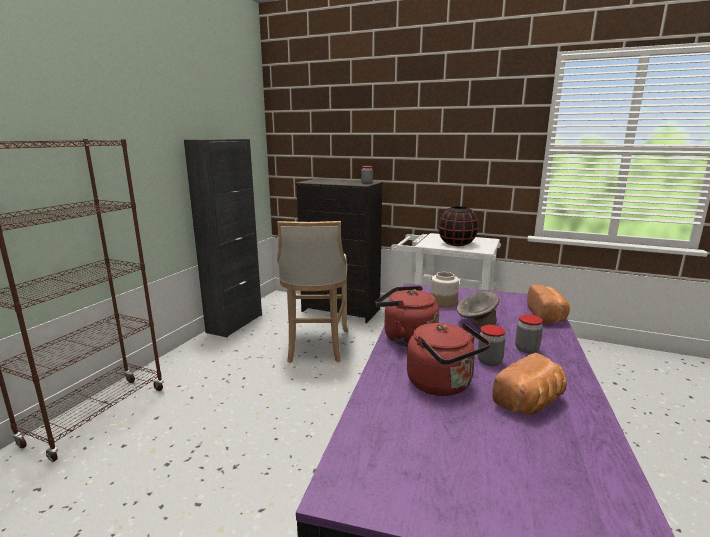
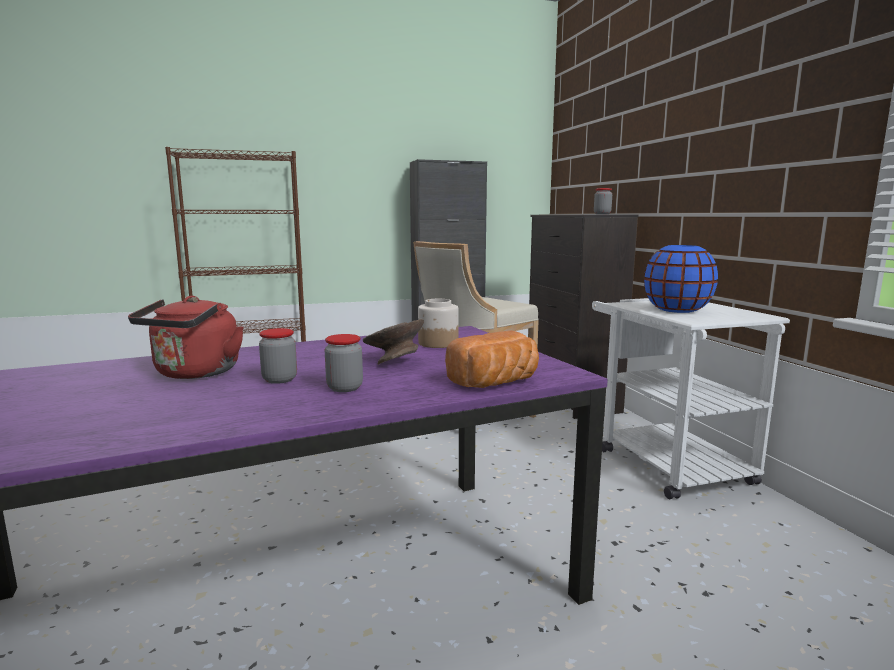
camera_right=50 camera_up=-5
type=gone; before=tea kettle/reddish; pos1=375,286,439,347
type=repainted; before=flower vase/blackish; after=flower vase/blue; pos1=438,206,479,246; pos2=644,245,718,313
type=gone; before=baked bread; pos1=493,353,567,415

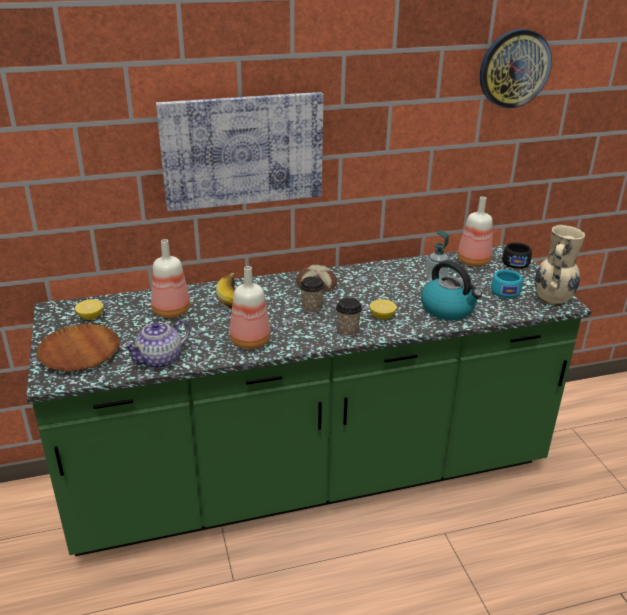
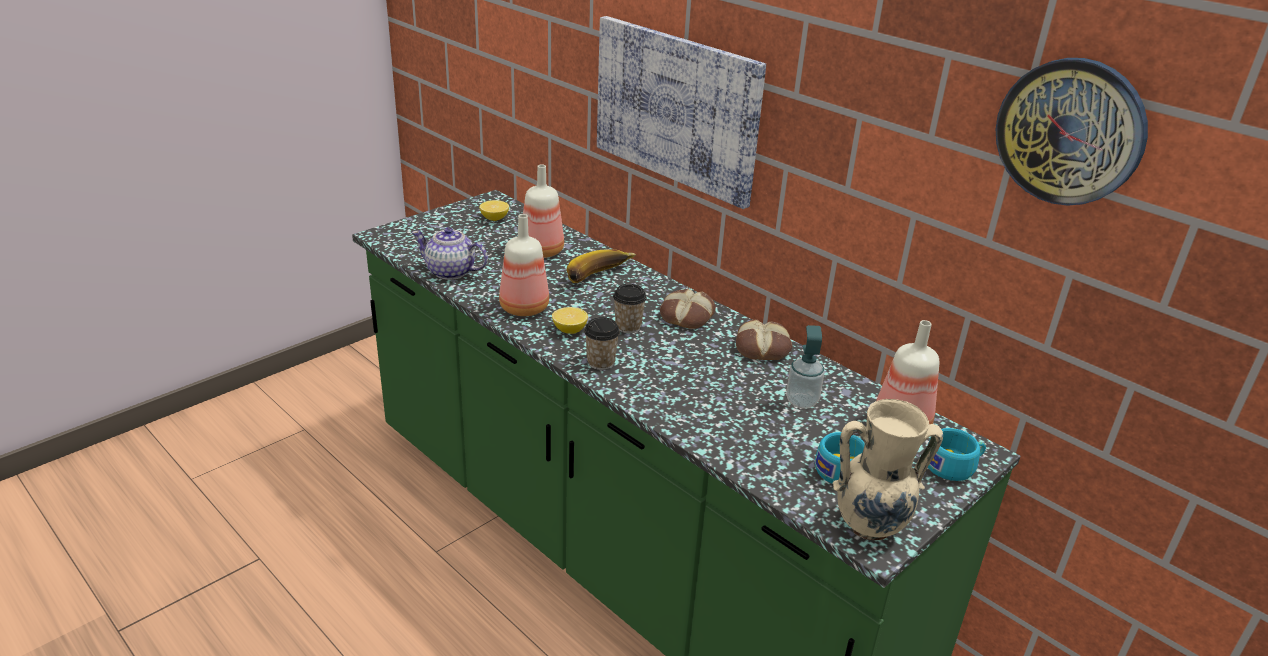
camera_right=60 camera_up=0
type=gone; before=flat dish/brownish; pos1=37,324,120,372
type=shifted; before=lemon; pos1=370,299,397,319; pos2=552,307,588,334
type=gone; before=tea kettle; pos1=421,260,482,320
type=repainted; before=small cup/blackish; after=small cup/blue-green; pos1=502,242,532,269; pos2=928,428,986,481
type=new; after=baked bread; pos2=736,319,792,360

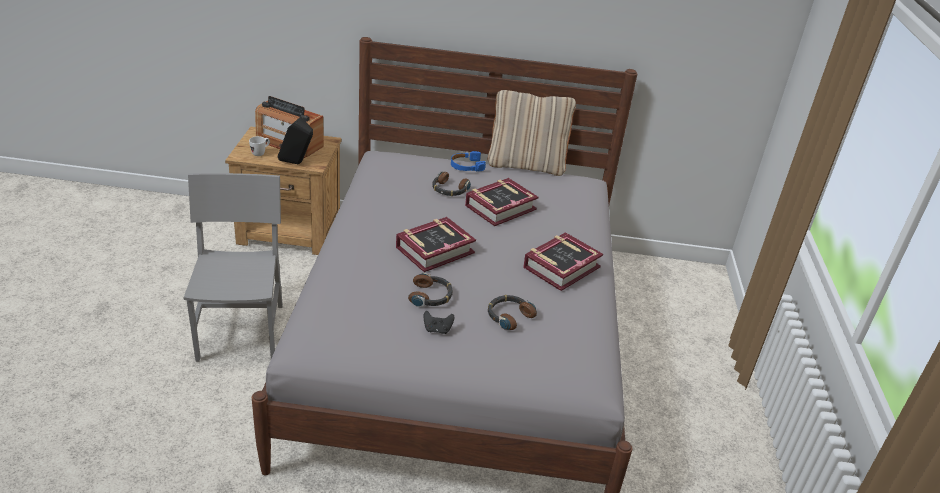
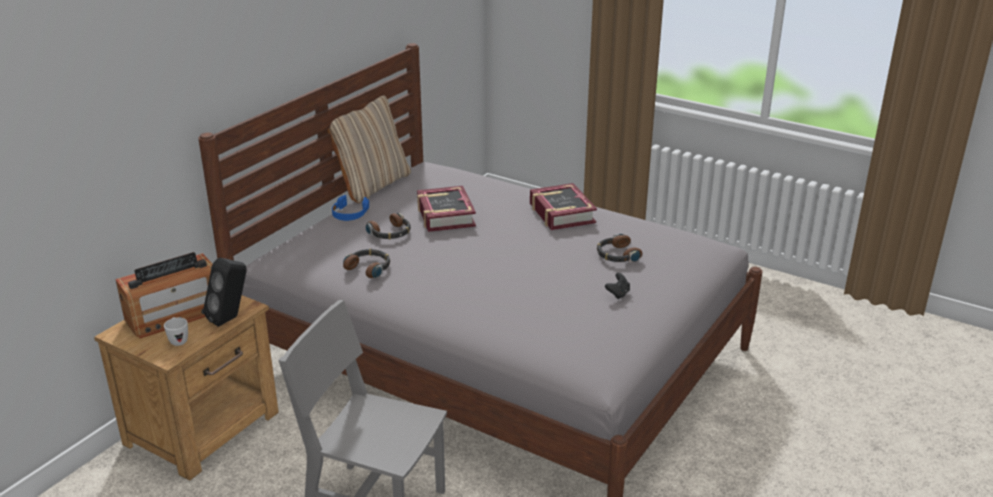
camera_right=-60 camera_up=-5
type=gone; before=book; pos1=396,217,476,272
type=shifted; before=headphones; pos1=408,273,453,307; pos2=343,249,390,278

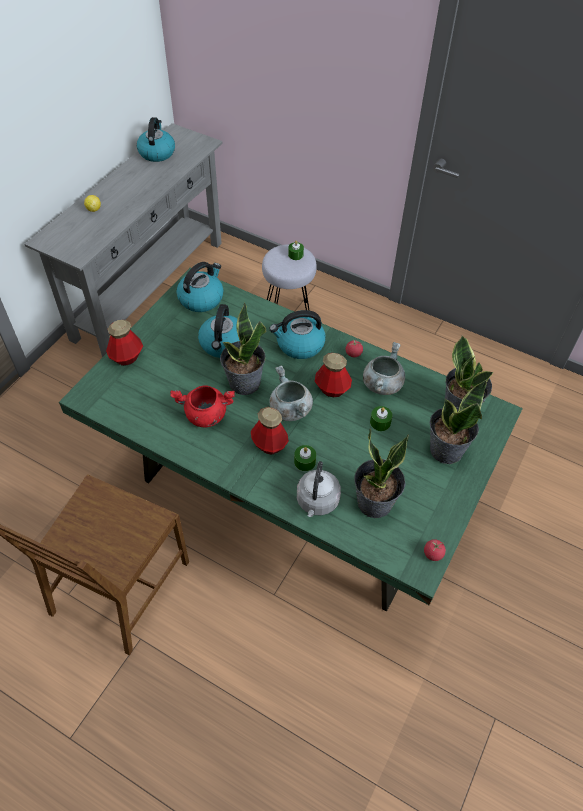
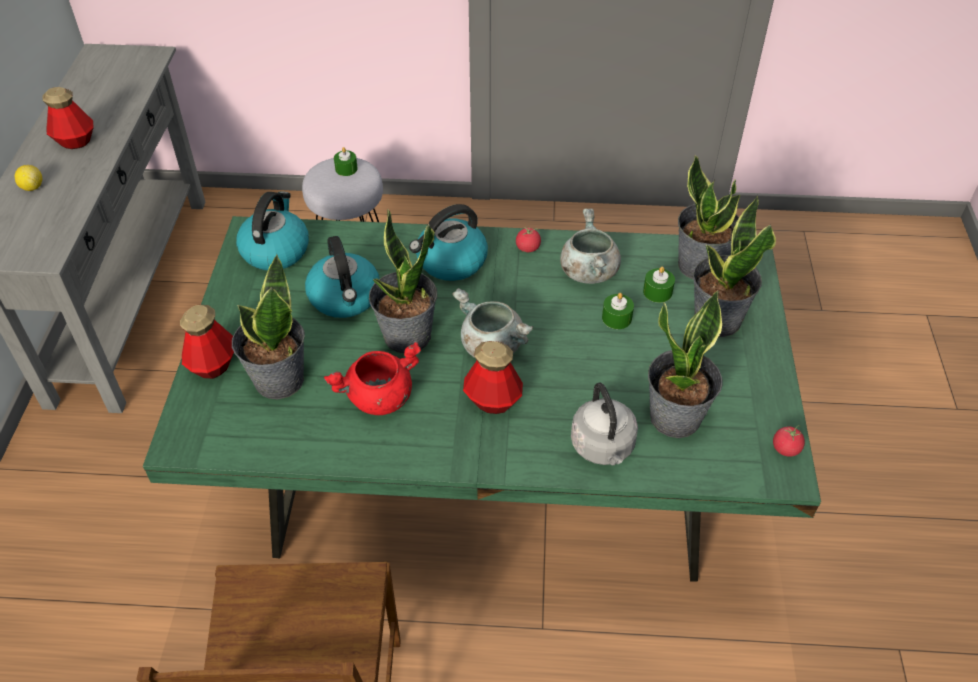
camera_right=-25 camera_up=-5
type=gone; before=tea kettle; pos1=137,117,175,162
type=shifted; before=wax candle/green; pos1=294,445,316,471; pos2=643,267,675,303
type=shifted; before=drink bottle; pos1=315,353,352,397; pos2=42,87,94,149
type=new; after=plant in a pot; pos2=232,254,305,399

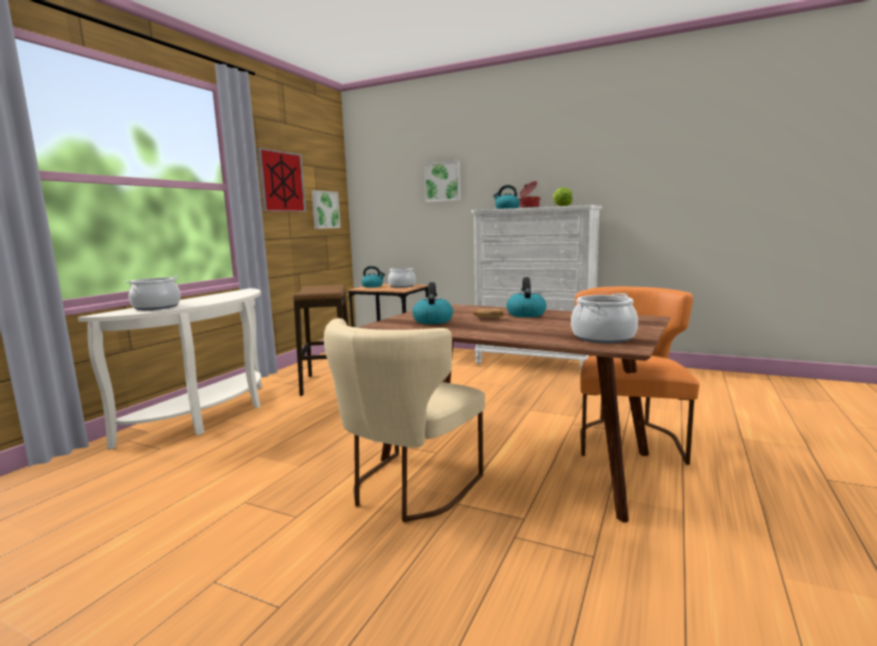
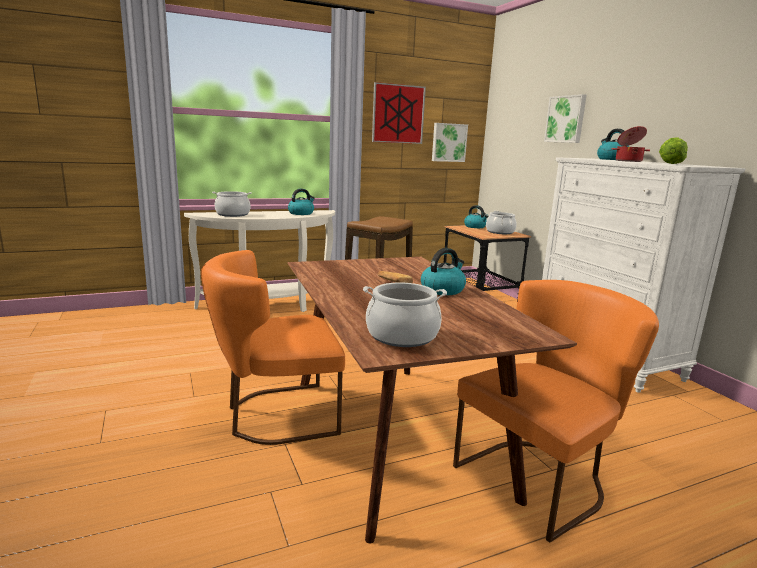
camera_right=40 camera_up=5
type=repainted; before=chair/beige; after=chair/orange; pos1=324,318,485,522; pos2=201,250,345,445
type=shifted; before=tea kettle; pos1=412,282,453,324; pos2=288,189,315,215

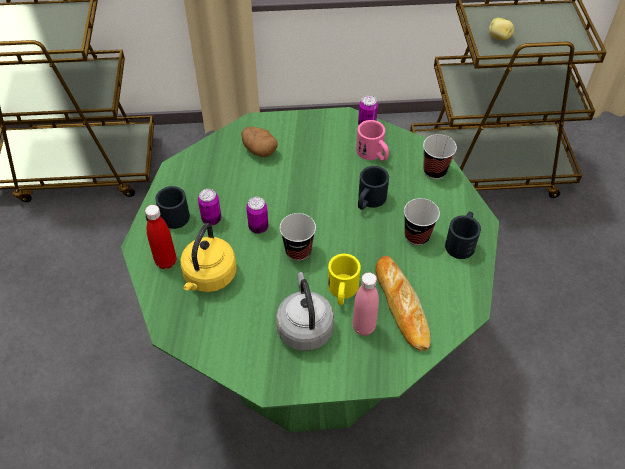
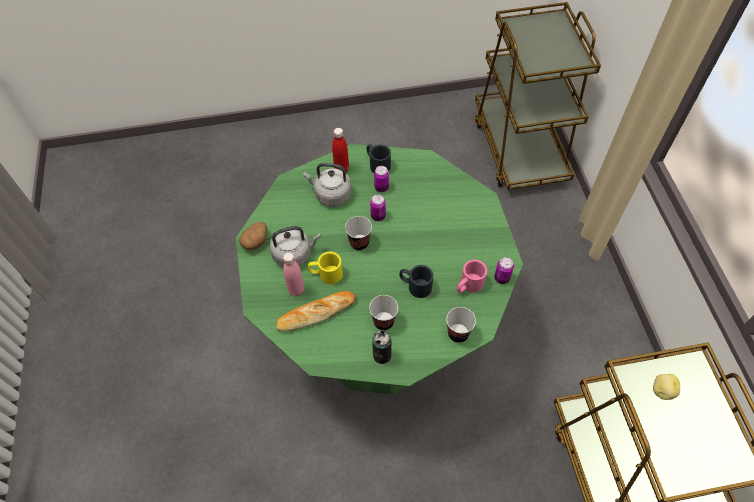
camera_right=85 camera_up=5
type=repainted; before=tea kettle/yellowish; after=tea kettle/greyish; pos1=180,223,237,292; pos2=303,163,352,206
type=shifted; before=whole potato; pos1=241,127,278,157; pos2=239,221,267,250
type=swapped; before=coffee mug/blackish; after=metal can; pos1=445,212,481,259; pos2=372,331,392,364

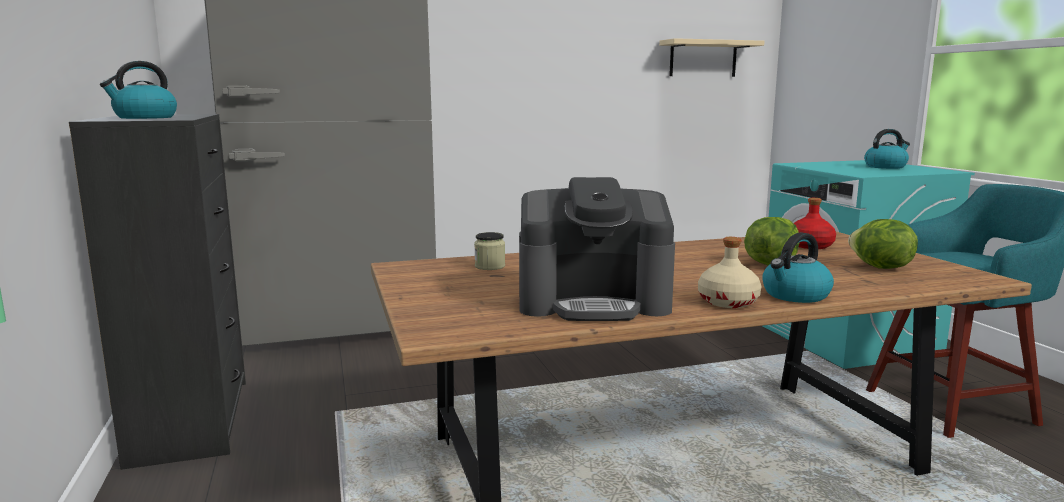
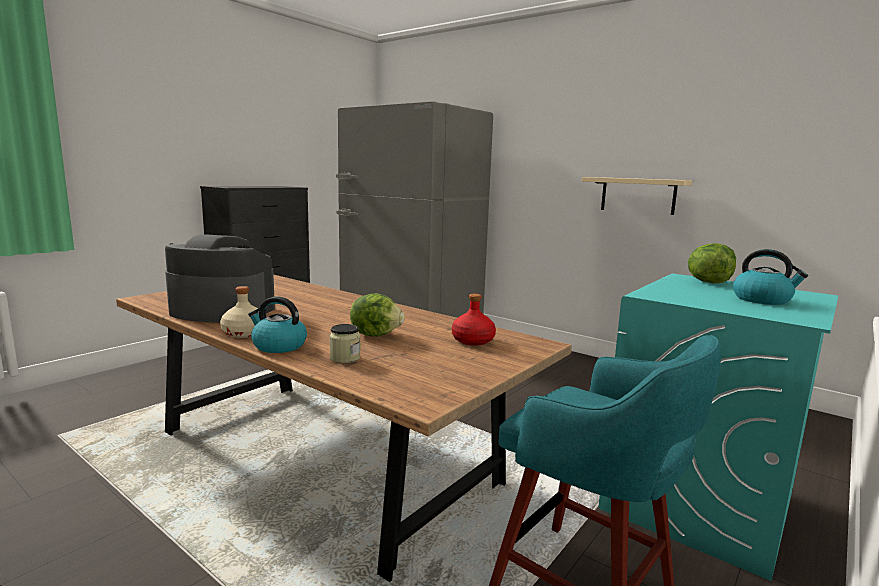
camera_right=55 camera_up=0
type=gone; before=tea kettle; pos1=100,61,177,119
type=shifted; before=storage jar; pos1=474,232,505,270; pos2=329,324,360,363
type=rotated; before=coffee machine; pos1=519,177,675,321; pos2=165,234,275,323; turn=135
type=shifted; before=wall shelf/beige; pos1=659,38,765,77; pos2=582,177,692,215
type=shifted; before=lettuce head; pos1=848,219,918,269; pos2=688,243,736,284

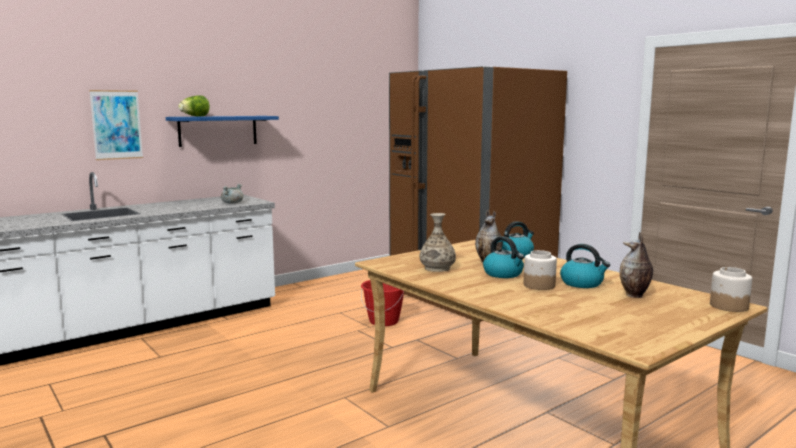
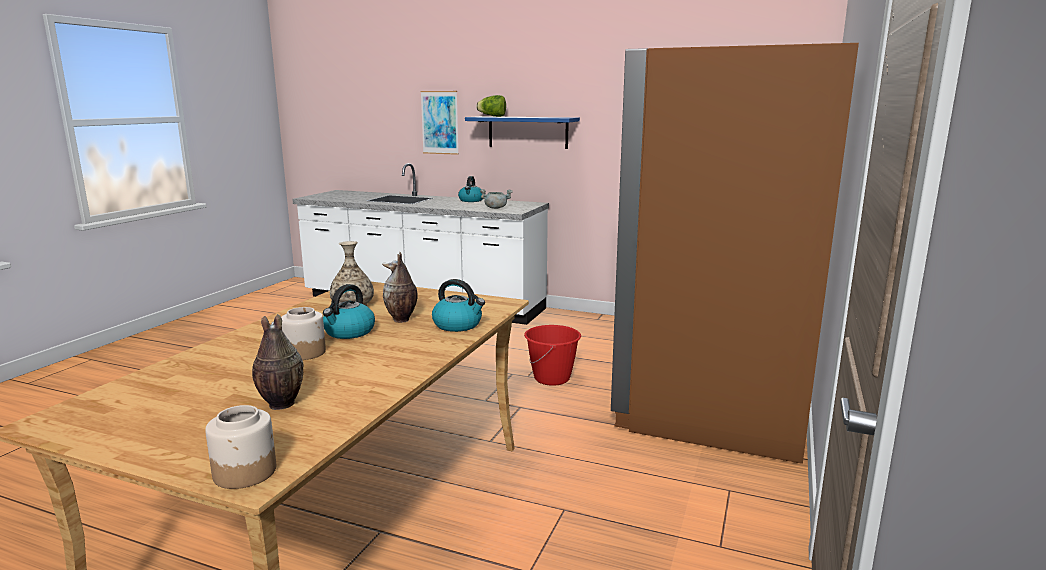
camera_right=60 camera_up=5
type=shifted; before=tea kettle; pos1=560,244,610,288; pos2=458,176,483,202

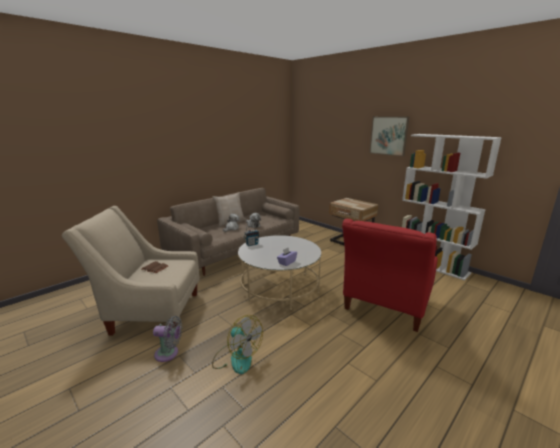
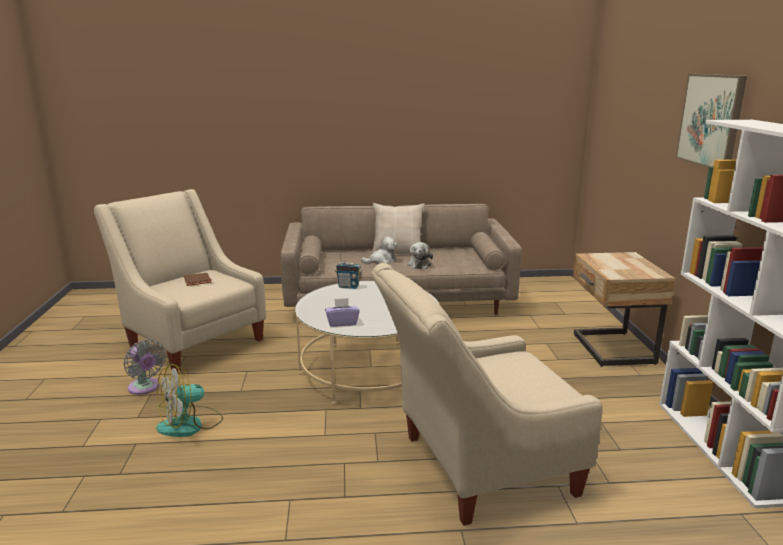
camera_right=40 camera_up=0
type=rotated; before=cooling fan; pos1=212,315,263,374; pos2=156,364,223,437; turn=60
type=repainted; before=armchair/reddish; after=armchair/beige; pos1=342,219,438,332; pos2=371,263,603,526

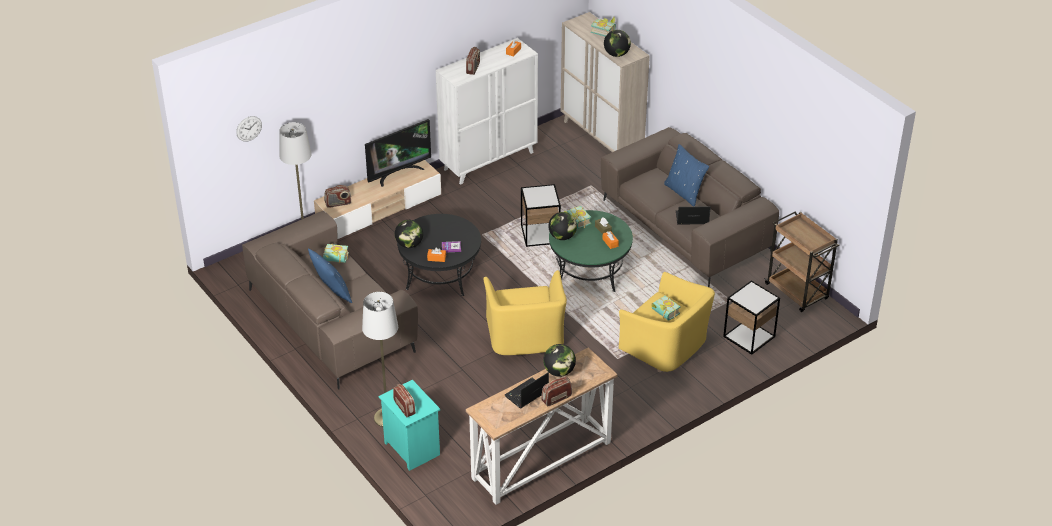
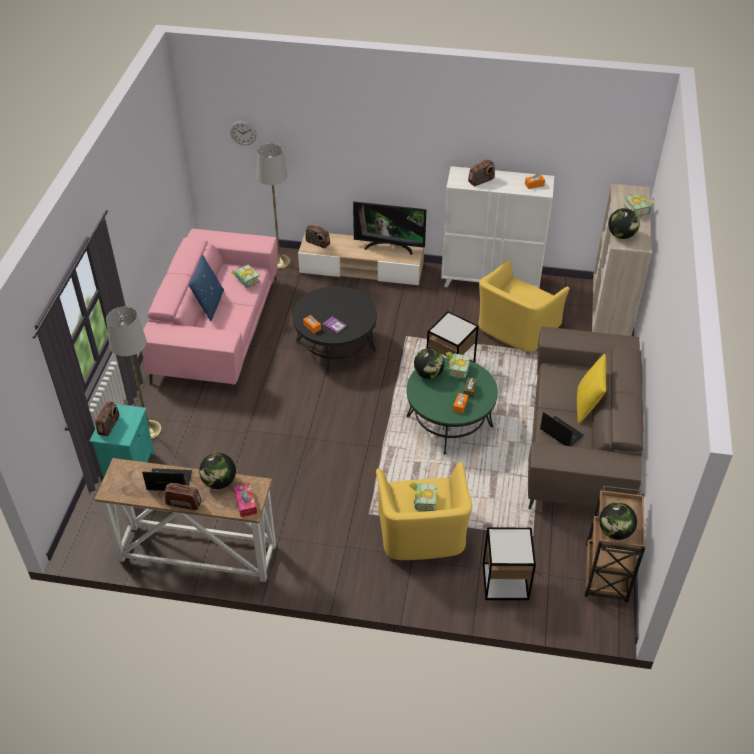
camera_right=45 camera_up=5
type=repainted; before=settee/brownish; after=settee/pink-coloured; pos1=242,211,418,389; pos2=142,229,278,395
type=shifted; before=desk globe; pos1=395,220,423,248; pos2=599,502,637,540
type=shifted; before=armchair/yellowish; pos1=483,270,567,355; pos2=478,260,570,352
type=repainted; before=throw pillow/blue; after=throw pillow/yellowish; pos1=664,144,709,207; pos2=577,354,606,424
type=new; after=box of tissues; pos2=234,483,257,517

